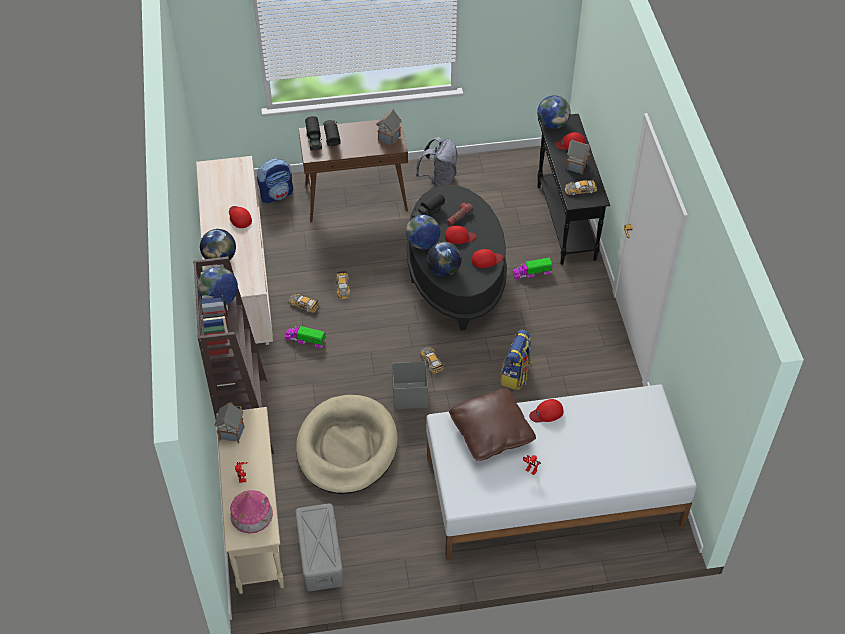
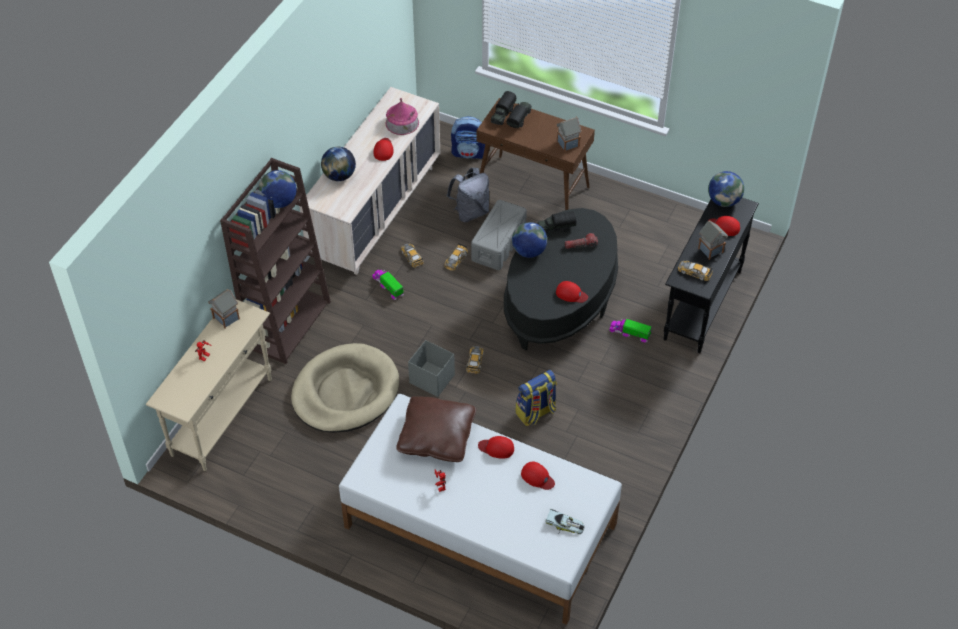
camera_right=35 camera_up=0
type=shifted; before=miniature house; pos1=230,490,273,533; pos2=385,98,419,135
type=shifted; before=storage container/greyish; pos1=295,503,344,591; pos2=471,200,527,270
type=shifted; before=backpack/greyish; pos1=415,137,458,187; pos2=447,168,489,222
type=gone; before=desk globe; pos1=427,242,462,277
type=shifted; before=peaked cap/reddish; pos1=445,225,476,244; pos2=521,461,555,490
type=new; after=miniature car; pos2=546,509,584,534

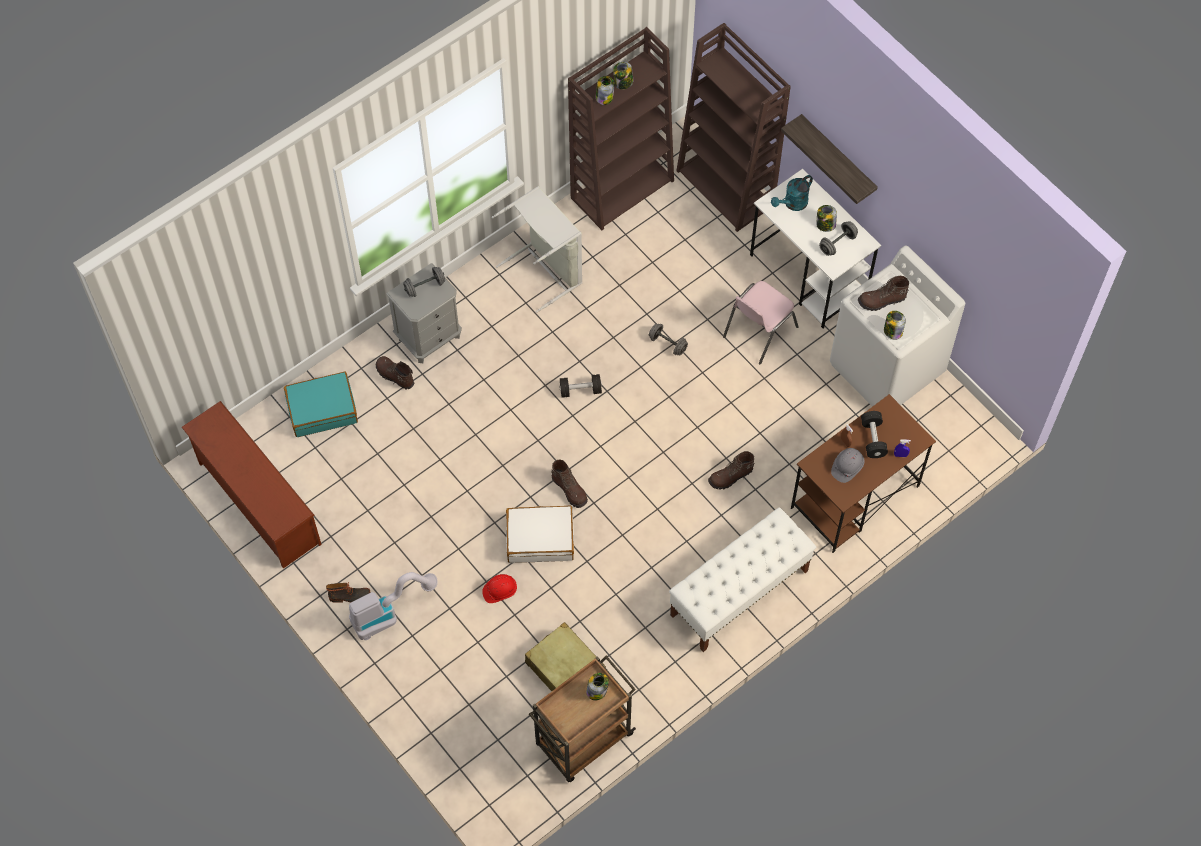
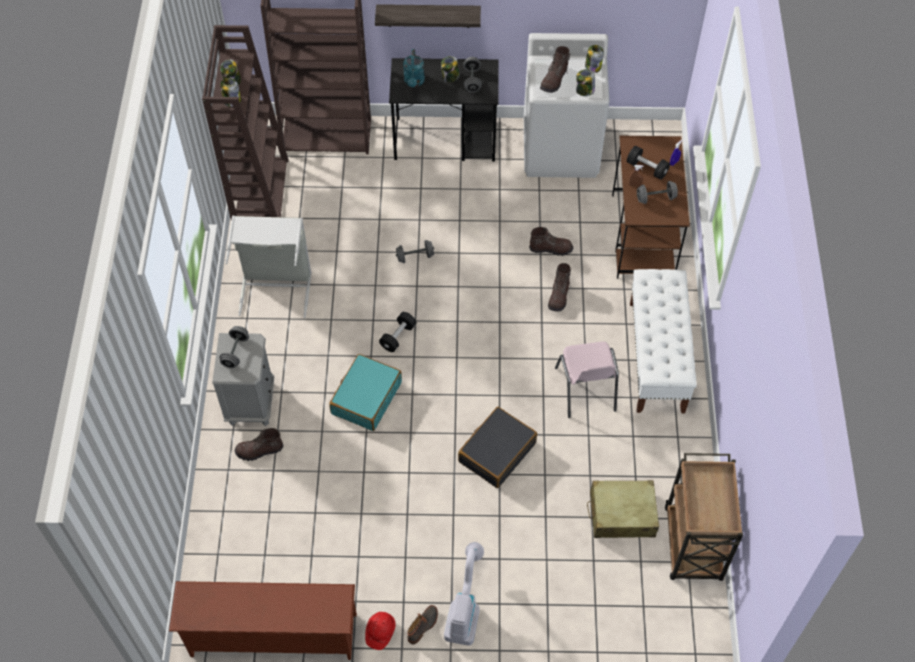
camera_right=-50 camera_up=-5
type=shifted; before=piece of luggage/blue-green; pos1=284,372,358,437; pos2=329,354,402,431
type=shifted; before=work helmet/reddish; pos1=482,574,517,603; pos2=365,612,396,650
type=repainted; before=piece of luggage/white-coloured; after=piece of luggage/blackish; pos1=506,505,574,563; pos2=458,407,537,488
type=shifted; before=tall boot/brownish; pos1=551,459,588,508; pos2=529,227,574,256
type=shifted; before=storage jar; pos1=586,673,609,700; pos2=585,45,604,73
type=shifted; before=chair/pink-coloured; pos1=723,281,799,364; pos2=555,342,618,418
type=repainted; before=desk table/white-coloured; after=desk table/blackish; pos1=750,169,881,329; pos2=389,58,499,161
type=swapped; before=work helmet/greyish; after=hand weight/greyish; pos1=831,448,864,483; pos2=637,181,678,204

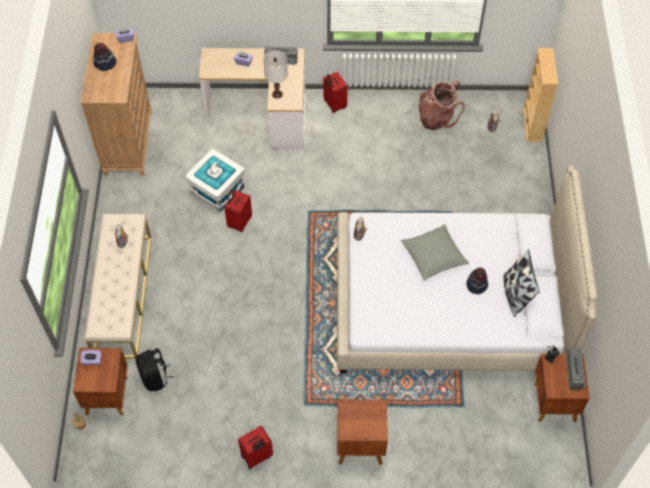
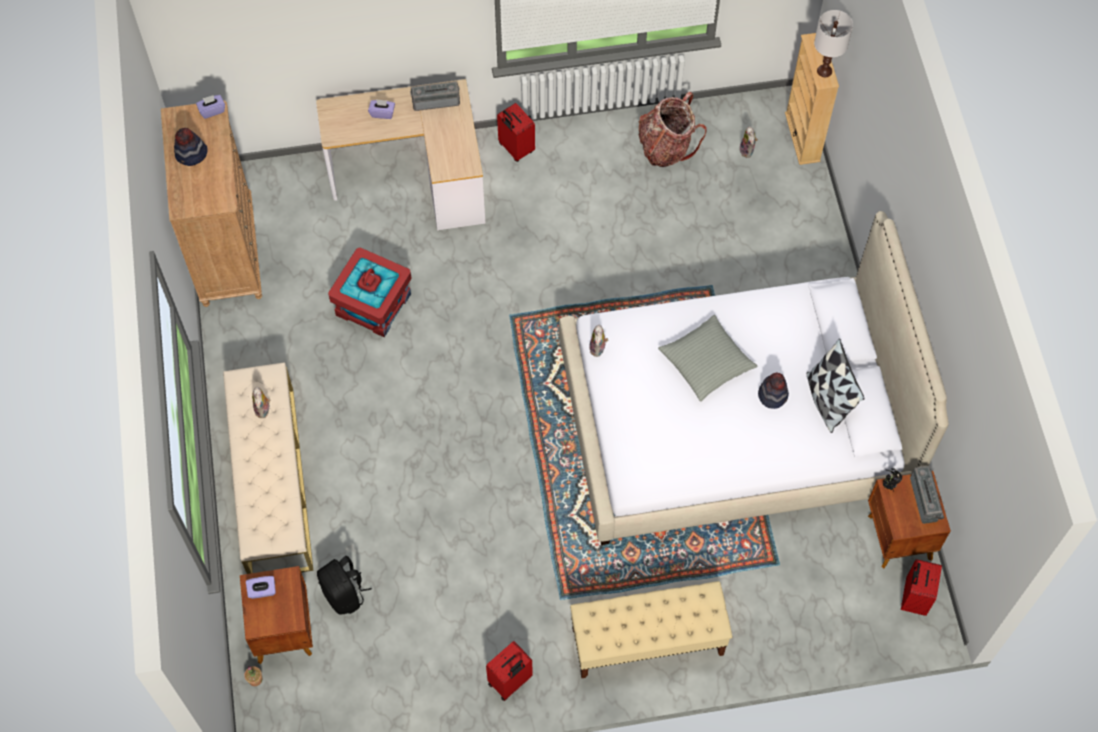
camera_right=-10 camera_up=5
type=repainted; before=storage container/white-coloured; after=storage container/reddish; pos1=186,149,245,212; pos2=328,247,412,337
type=shifted; before=piece of luggage/reddish; pos1=224,189,252,232; pos2=901,559,942,616
type=shifted; before=lamp for a table/white-coloured; pos1=264,50,288,99; pos2=814,10,853,77
type=swapped; before=bedside table/brownish; after=bench/beige; pos1=337,400,388,465; pos2=570,581,732,679

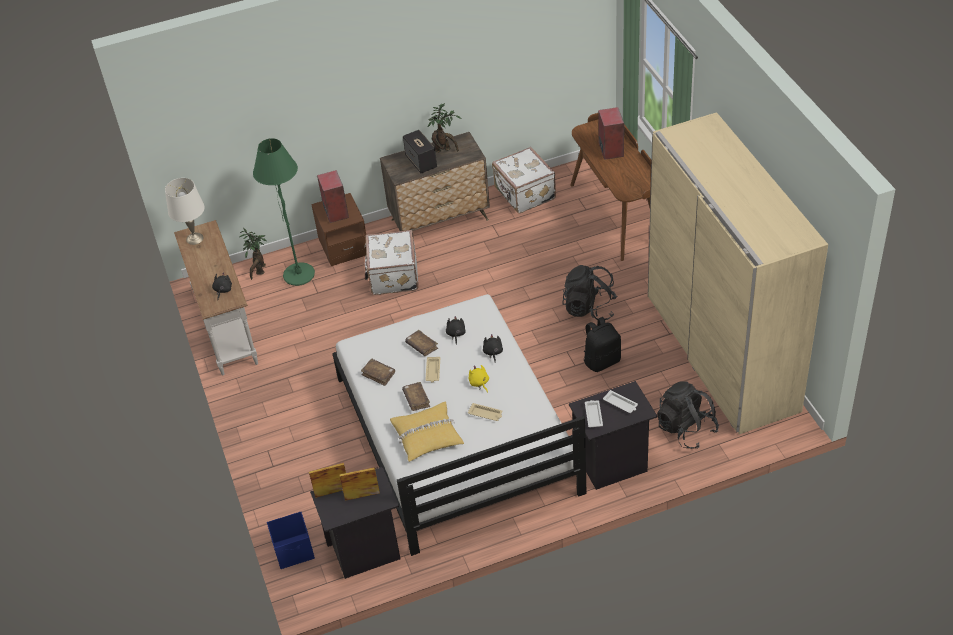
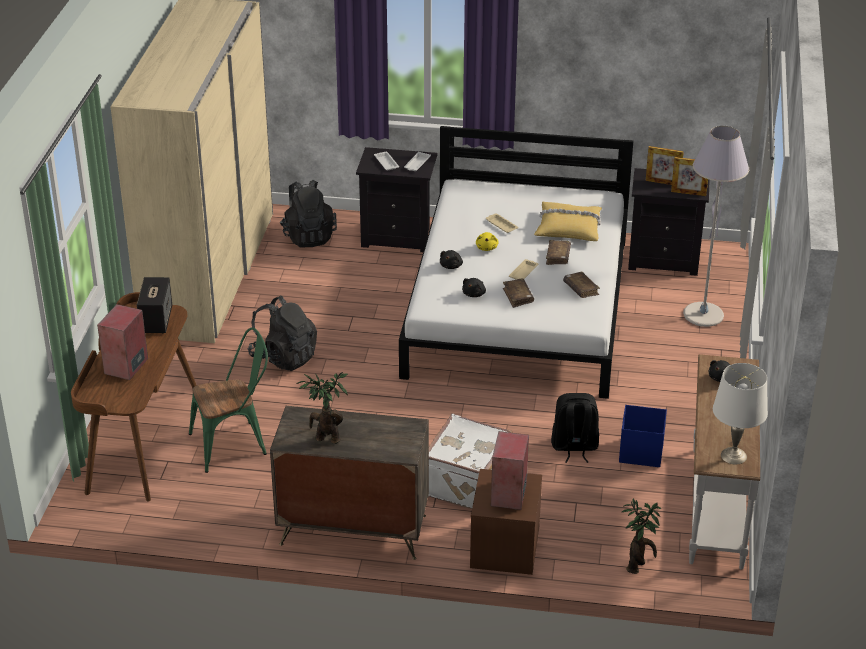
camera_right=-155 camera_up=-10
type=gone; before=standing lamp/green; pos1=253,138,315,286
type=shifted; before=storage container/blue; pos1=267,512,315,569; pos2=619,405,667,467
type=shifted; before=audio speaker; pos1=403,130,437,173; pos2=137,277,172,334
type=gone; before=piece of luggage/white-coloured; pos1=492,147,556,213
type=shifted; before=backpack/blackish; pos1=584,317,621,372; pos2=551,393,599,463
type=new; after=chair/green; pos2=189,327,268,473
type=new; after=standing lamp/greyish; pos2=683,126,749,327

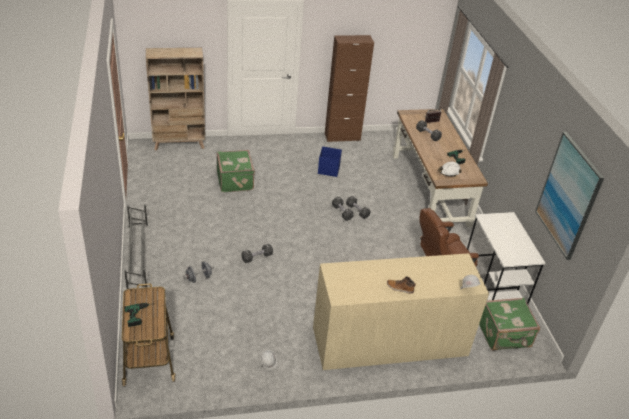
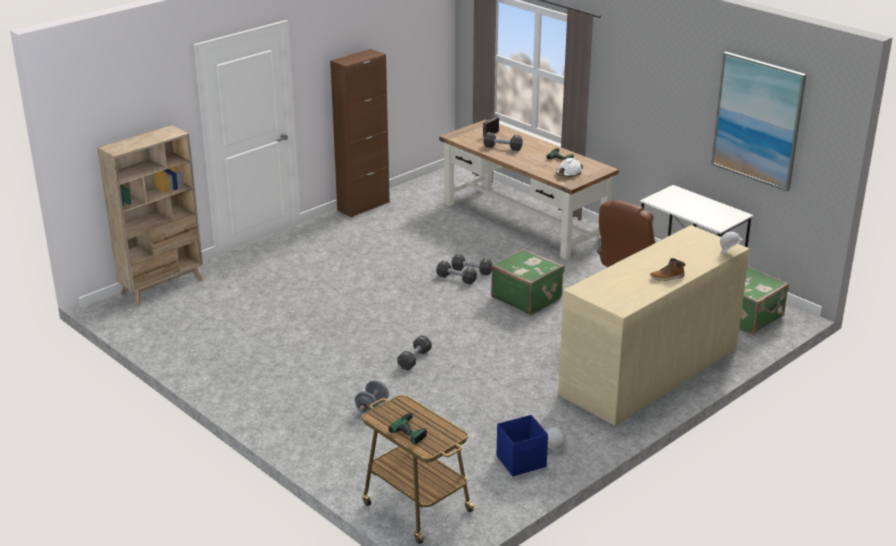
camera_right=-30 camera_up=-10
type=gone; before=shoe stand/greyish; pos1=124,204,148,289
type=shifted; before=piece of luggage/green; pos1=217,150,255,192; pos2=491,249,564,315
type=shifted; before=storage container/blue; pos1=318,146,342,177; pos2=497,415,548,476

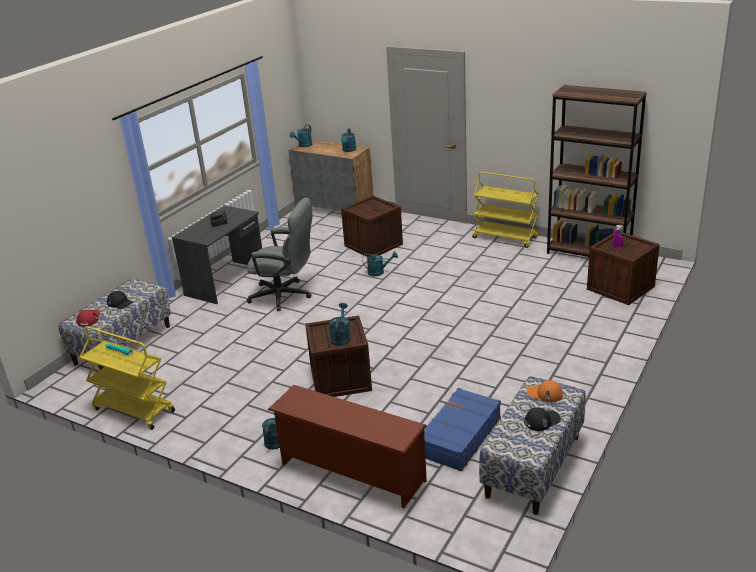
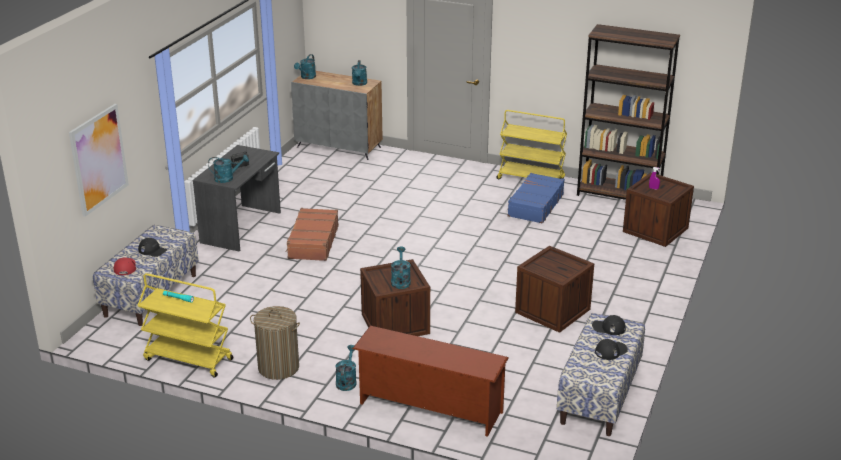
camera_right=-10 camera_up=0
type=swapped; before=computer chair/greyish; after=piece of luggage/brownish; pos1=247,198,313,311; pos2=286,208,339,261
type=shifted; before=shipping crate; pos1=341,196,403,257; pos2=515,246,594,333
type=shifted; before=watering can/blue-green; pos1=362,252,398,276; pos2=208,155,249,183
type=shifted; before=piece of luggage/blue; pos1=424,388,501,471; pos2=507,173,565,224
type=repainted; before=peaked cap/orange; after=peaked cap/blackish; pos1=527,380,563,402; pos2=592,315,626,335
type=new; after=picture; pos2=69,104,129,217
type=new; after=hamper; pos2=250,306,300,380

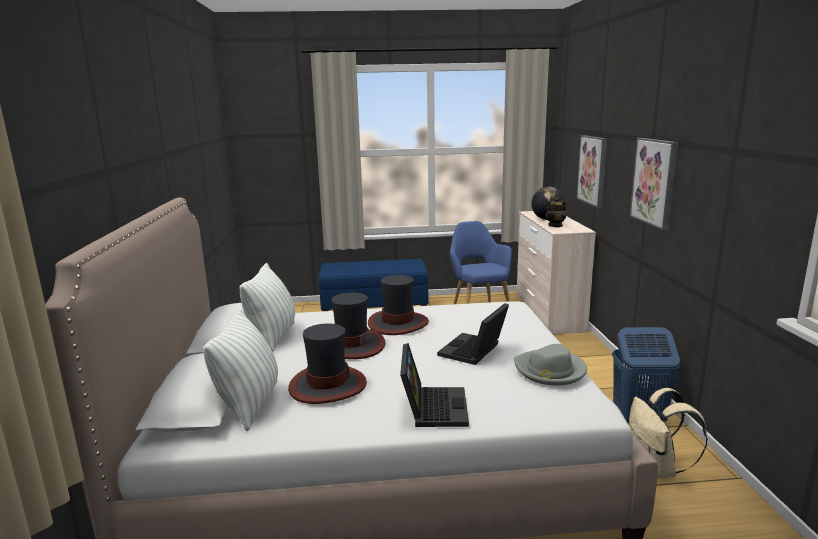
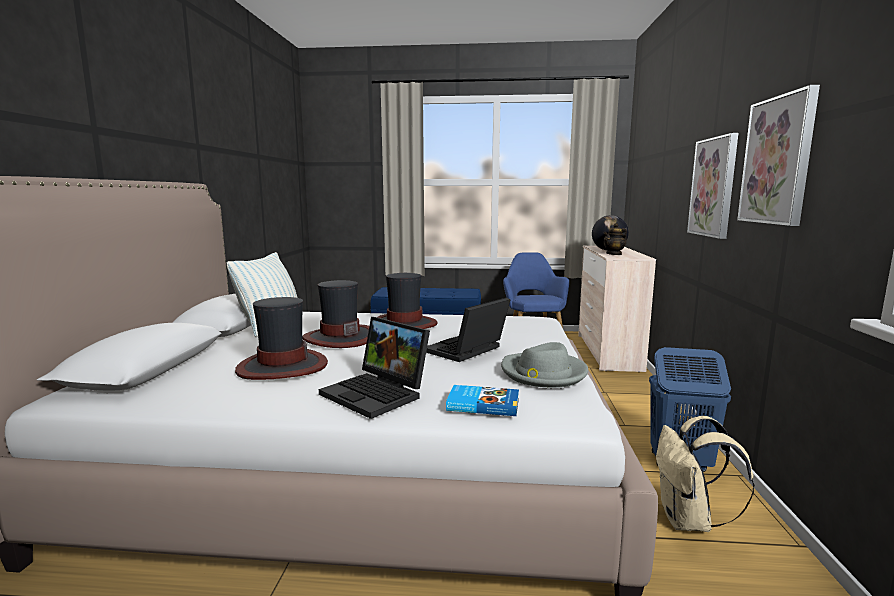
camera_right=10 camera_up=-5
type=gone; before=throw pillow; pos1=203,308,278,431
type=rotated; before=portable computer; pos1=400,343,469,427; pos2=319,317,430,419; turn=120
type=shifted; before=picture; pos1=576,135,607,208; pos2=737,85,820,226
type=new; after=book; pos2=446,385,519,416

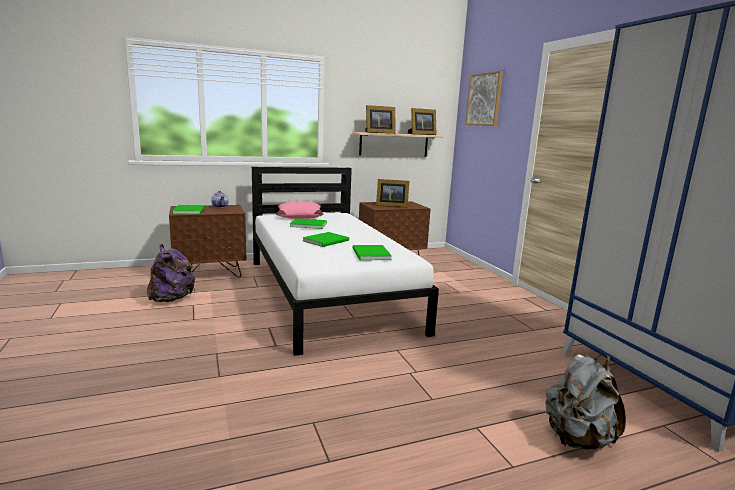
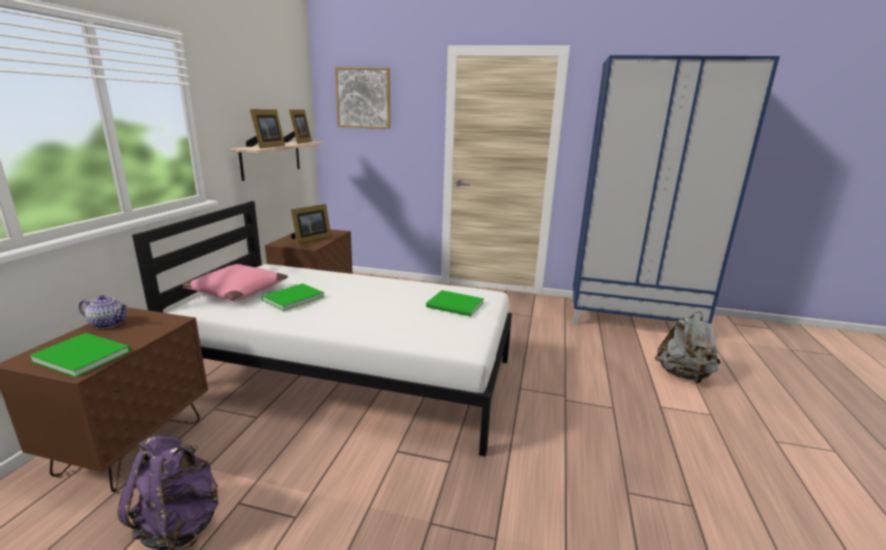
camera_right=-55 camera_up=5
type=gone; before=book/green; pos1=302,232,349,247

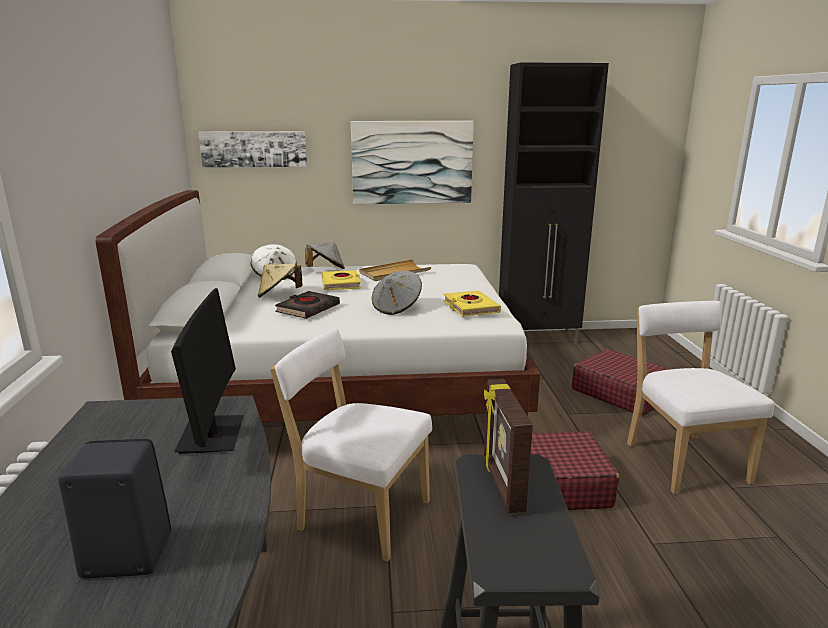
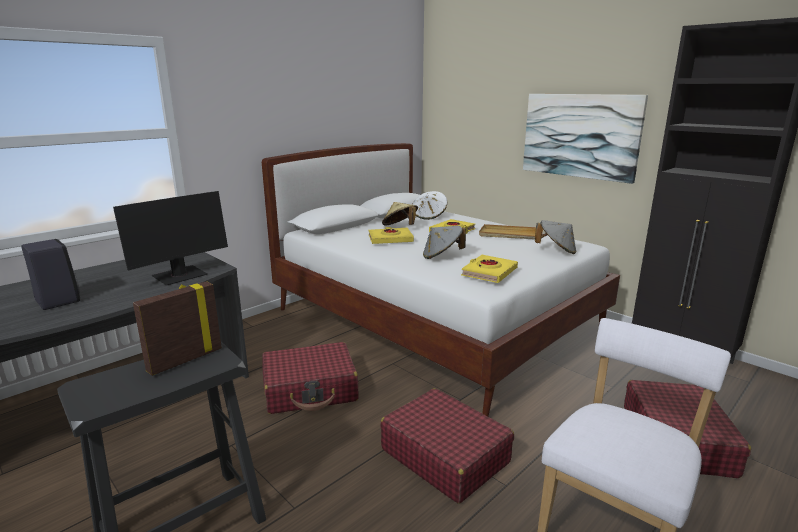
camera_right=50 camera_up=0
type=gone; before=picture; pos1=198,131,307,168
type=swapped; before=chair/white-coloured; after=piece of luggage/reddish; pos1=270,328,432,562; pos2=262,342,359,414
type=repainted; before=book/blackish; after=book/yellowish; pos1=275,291,340,319; pos2=368,227,414,244
type=shifted; before=hat/greyish; pos1=305,242,345,269; pos2=535,220,576,254

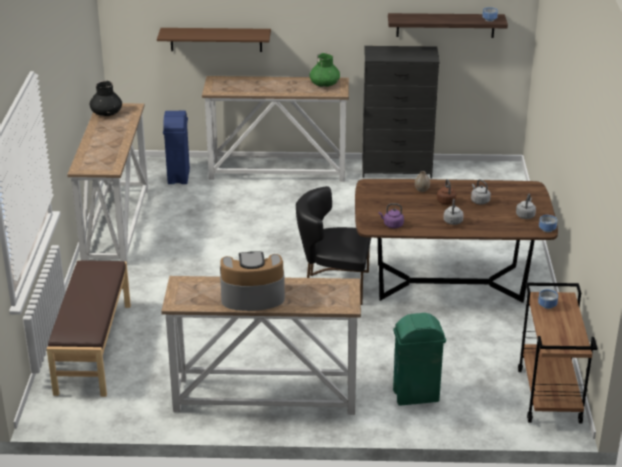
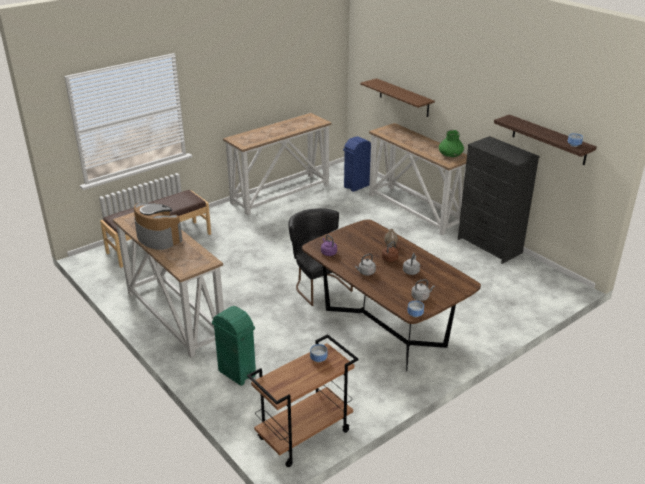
camera_right=50 camera_up=0
type=gone; before=flower vase/blackish; pos1=90,80,122,116

